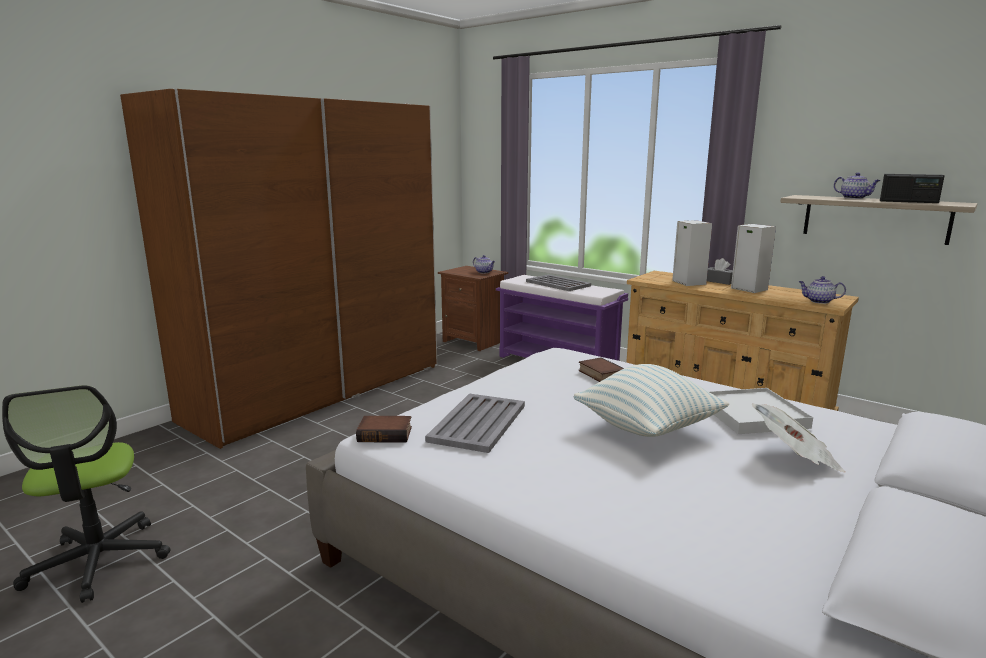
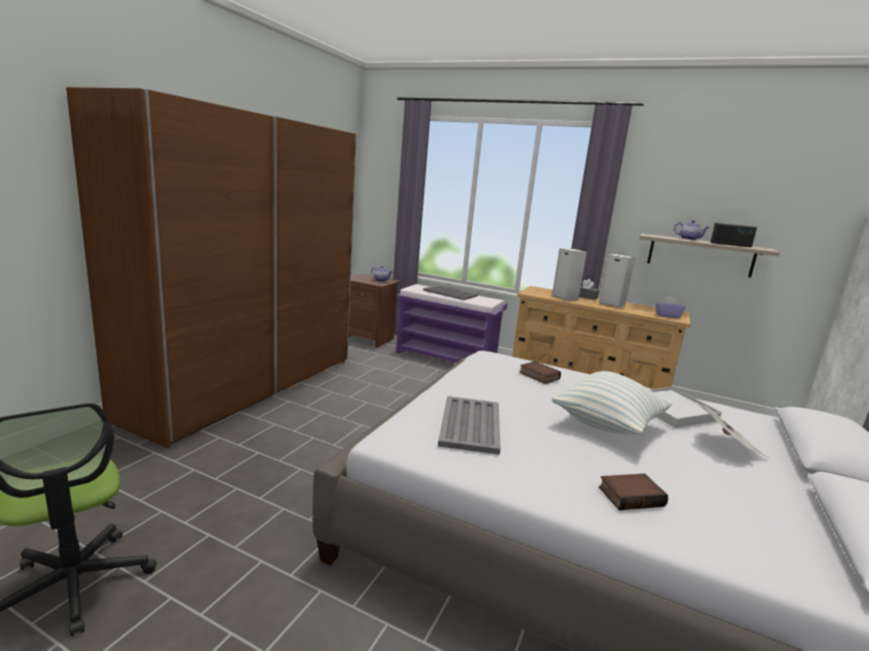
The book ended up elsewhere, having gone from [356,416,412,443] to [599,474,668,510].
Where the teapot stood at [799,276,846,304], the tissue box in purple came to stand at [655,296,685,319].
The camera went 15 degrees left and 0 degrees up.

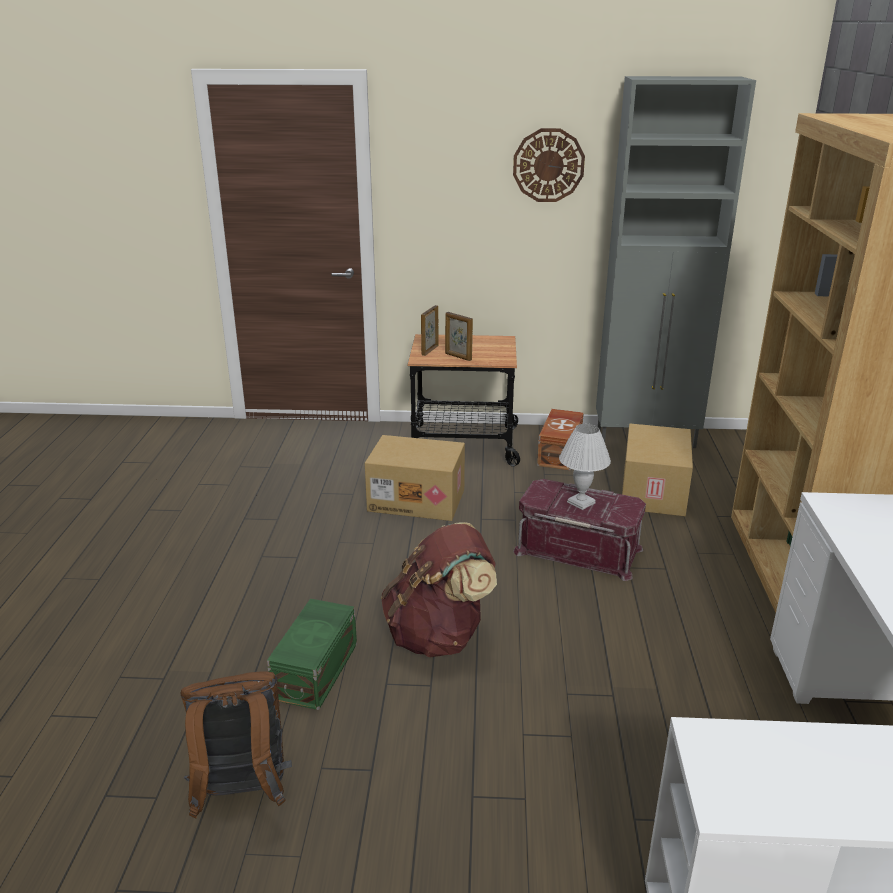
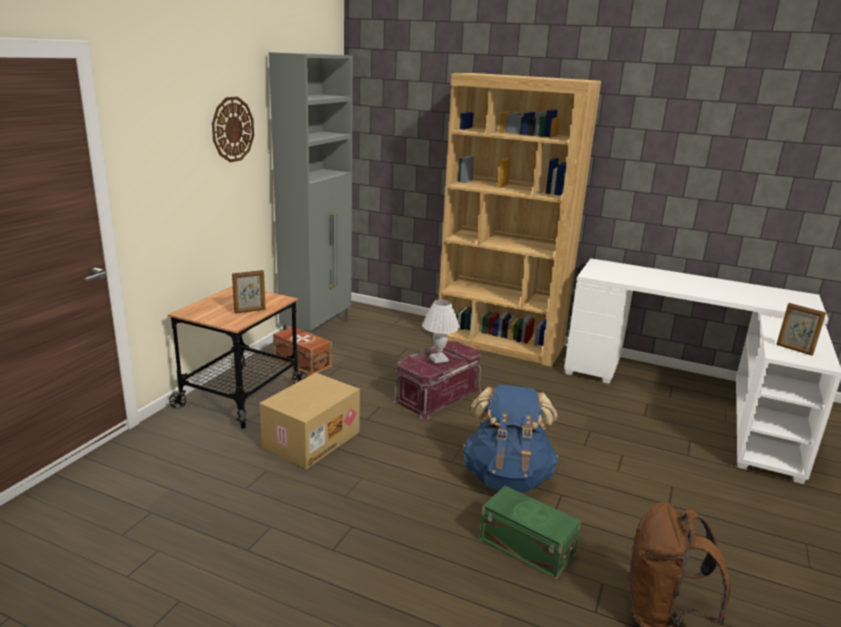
What was the backpack in brown at [381,522,497,657] turned into the backpack in blue at [462,385,559,493].
The picture frame ended up elsewhere, having gone from [421,305,439,356] to [776,303,826,355].
The second view lost the cardboard box at [622,424,693,516].
The camera went 70 degrees left and 5 degrees down.

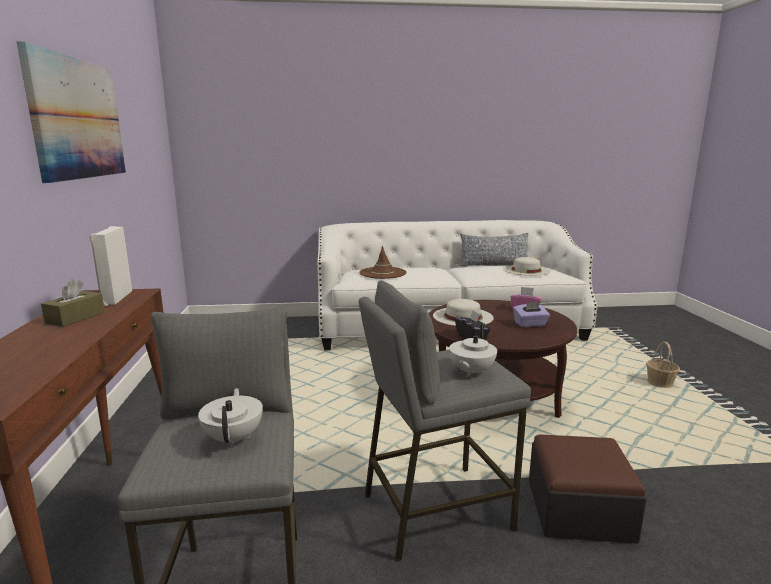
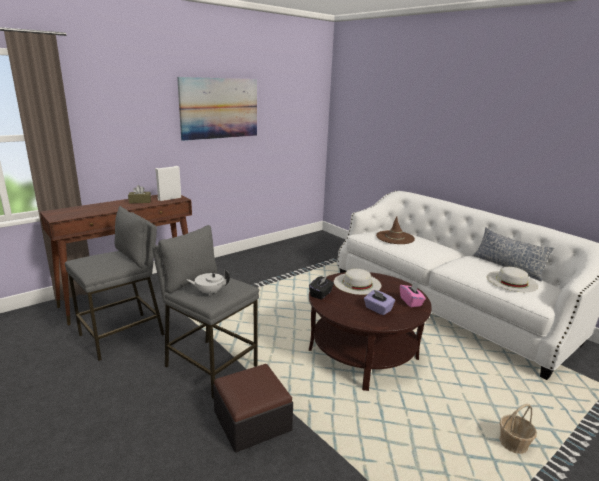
The second view lost the teapot in white at [198,388,263,447].
The camera went 55 degrees right and 5 degrees up.

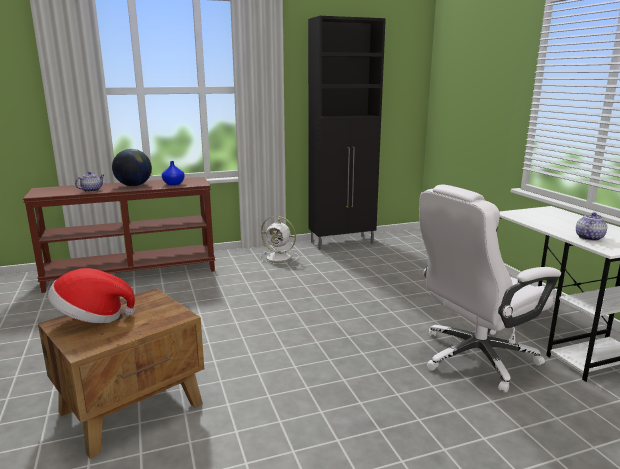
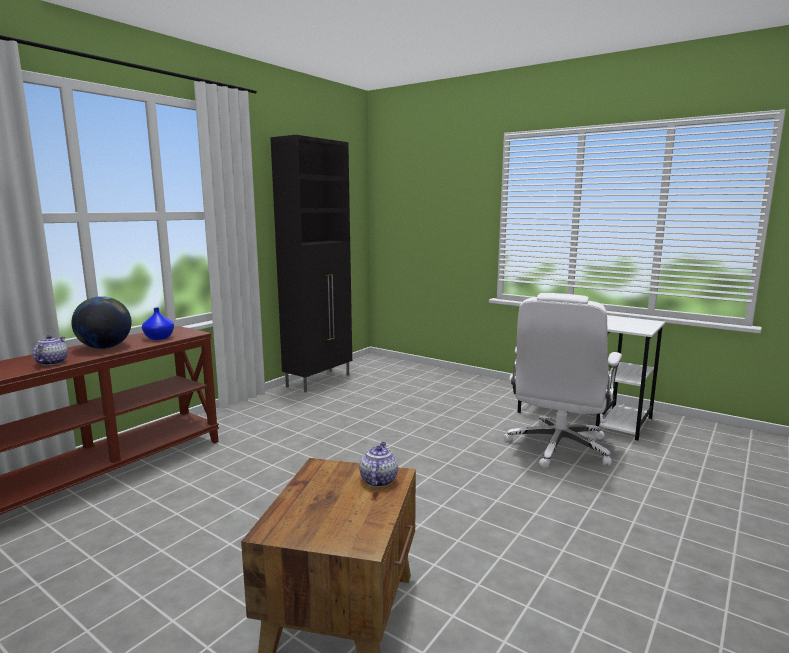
The second view lost the hat at [48,268,135,323].
The second view lost the fan in white at [260,216,298,264].
The teapot ended up elsewhere, having gone from [576,212,607,241] to [359,442,398,487].
The camera went 35 degrees left and 5 degrees down.

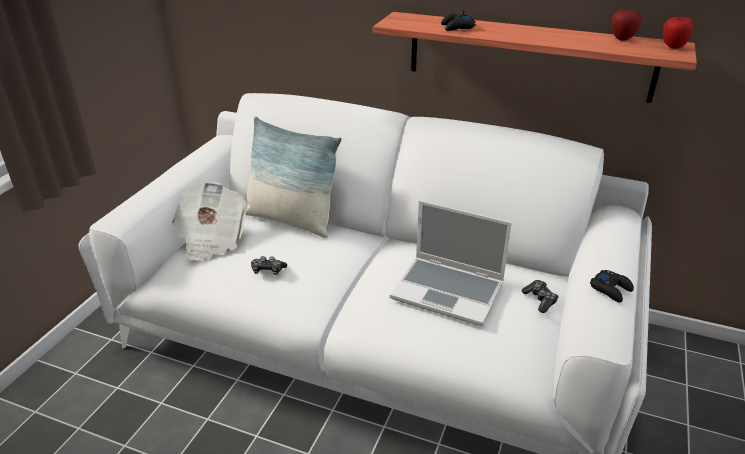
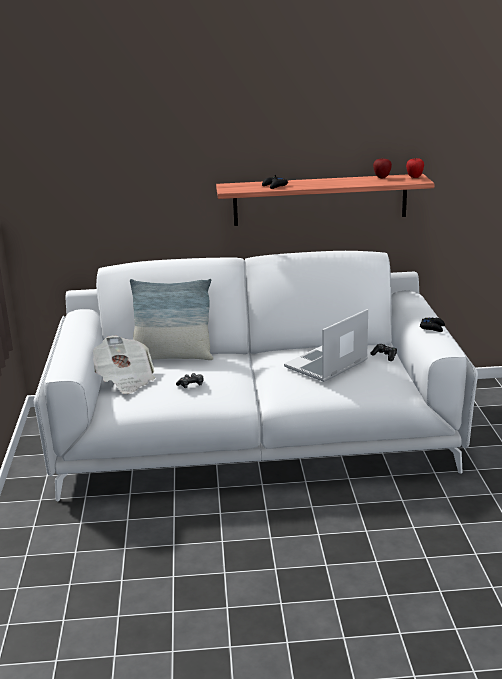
The laptop at [390,201,512,326] ended up facing another way, 135 degrees clockwise from before.
The camera went 25 degrees left and 10 degrees down.

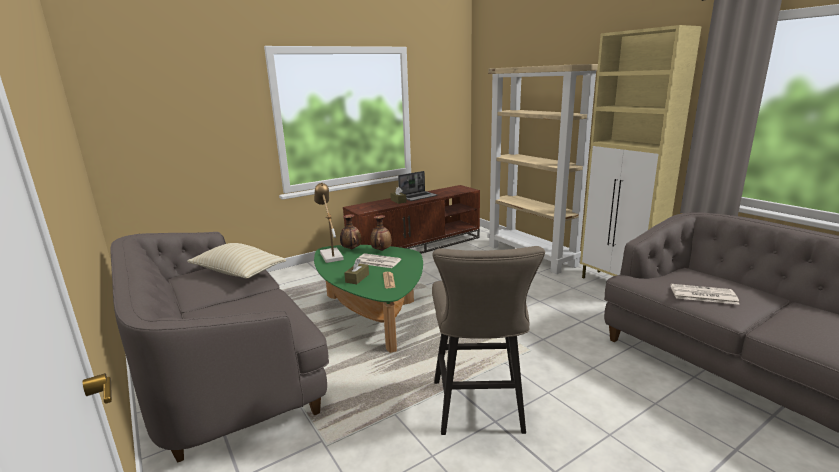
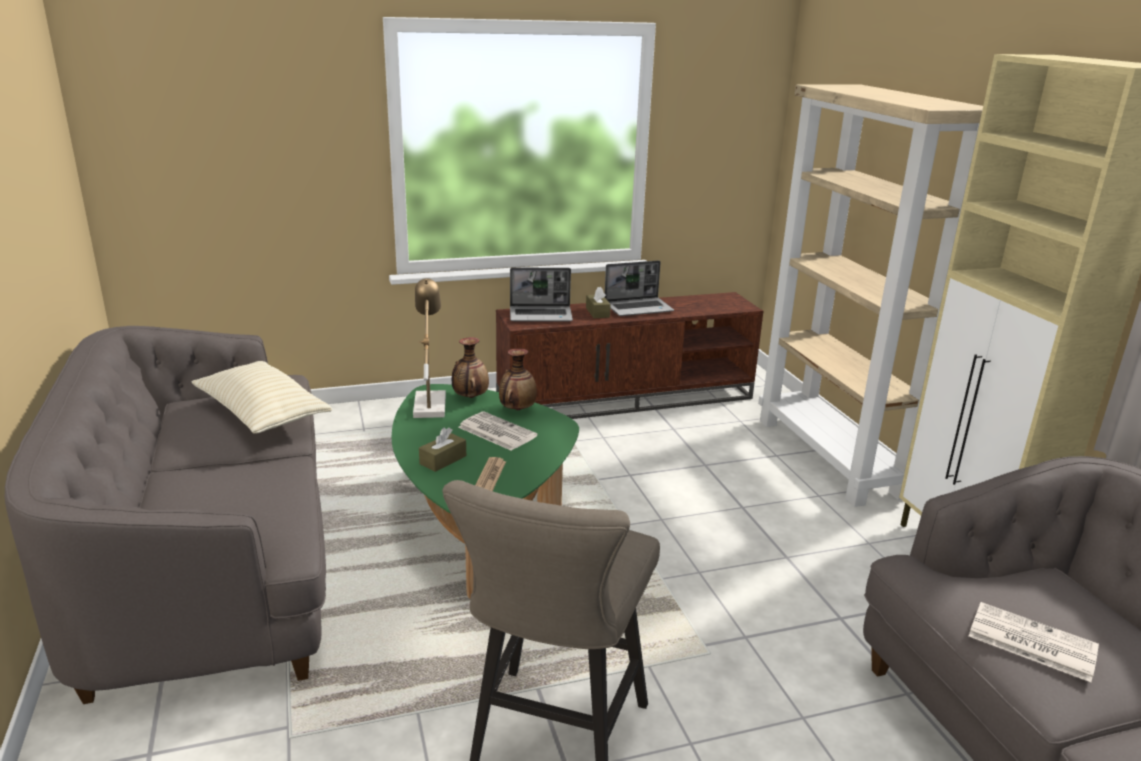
The second view gained the laptop at [510,267,573,322].
The camera went 15 degrees right and 5 degrees up.

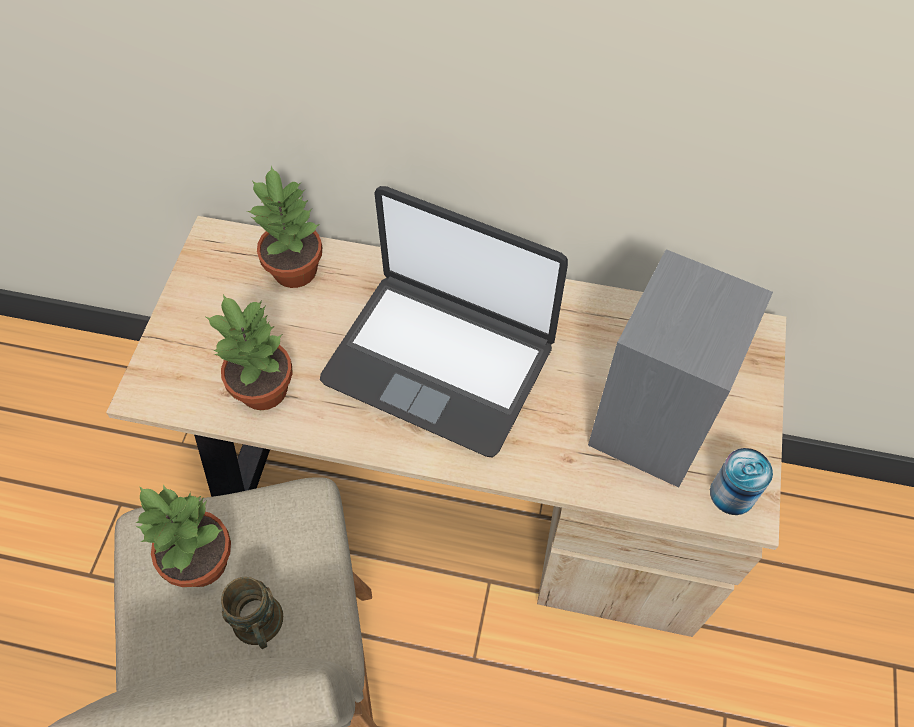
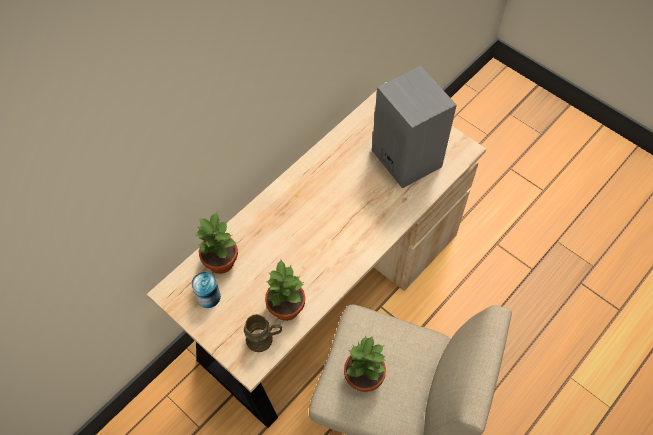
The mug in brown ended up elsewhere, having gone from [221,577,283,649] to [244,314,282,352].
The second view lost the laptop at [320,186,568,458].
The can ended up elsewhere, having gone from [710,448,773,515] to [191,272,221,308].
The camera went 60 degrees left and 0 degrees up.

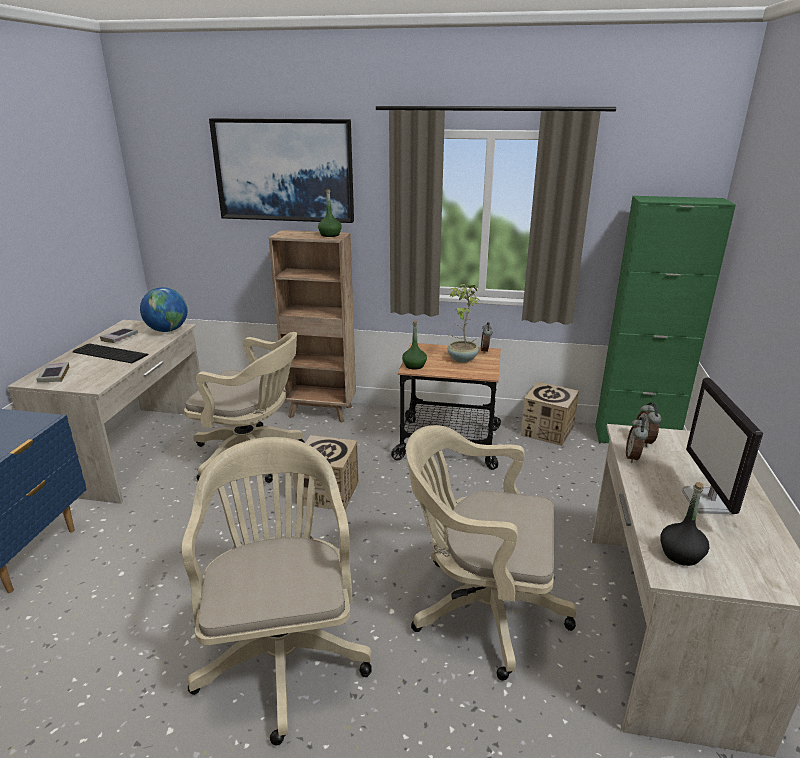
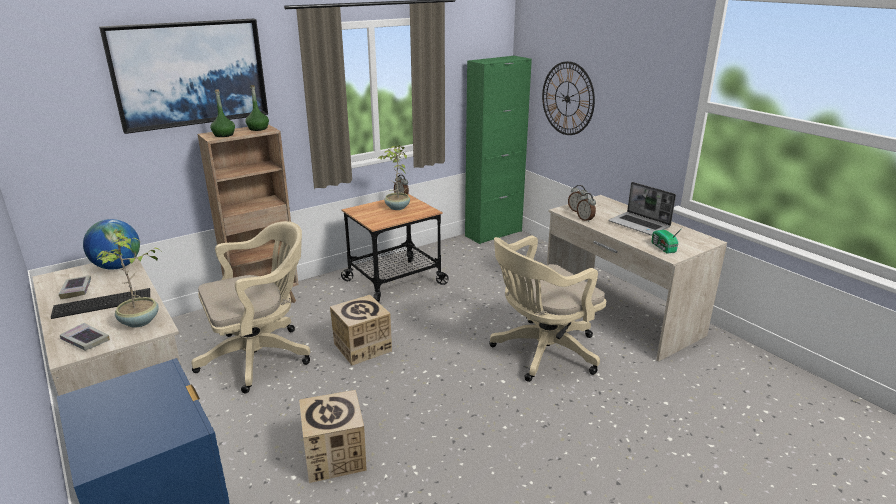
The second view lost the office chair in beige at [182,437,372,745].
The bottle in green ended up elsewhere, having gone from [402,321,427,370] to [210,89,235,137].
The cardboard box ended up elsewhere, having gone from [521,382,579,446] to [299,390,367,483].
Where the bottle in black stood at [660,482,709,566], the radio came to stand at [651,227,683,253].
Where the monitor stood at [682,378,763,515], the laptop came to stand at [609,182,676,235].
The second view gained the potted plant at [96,229,161,328].
The second view gained the wall clock at [542,61,595,135].
The camera went 45 degrees left and 0 degrees up.

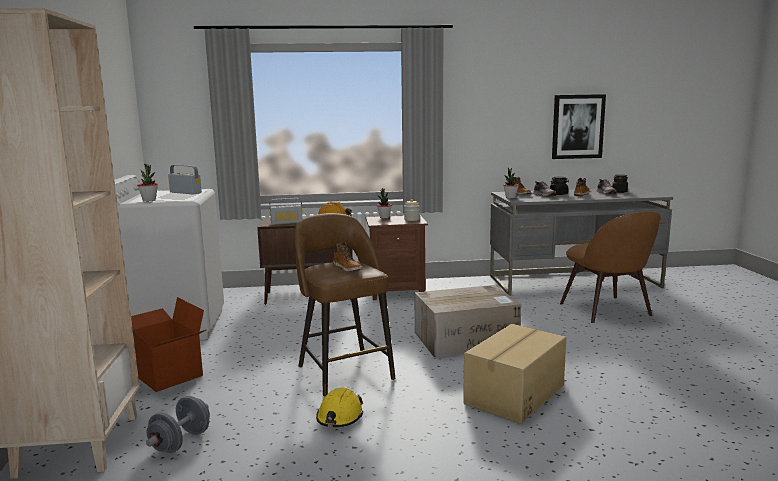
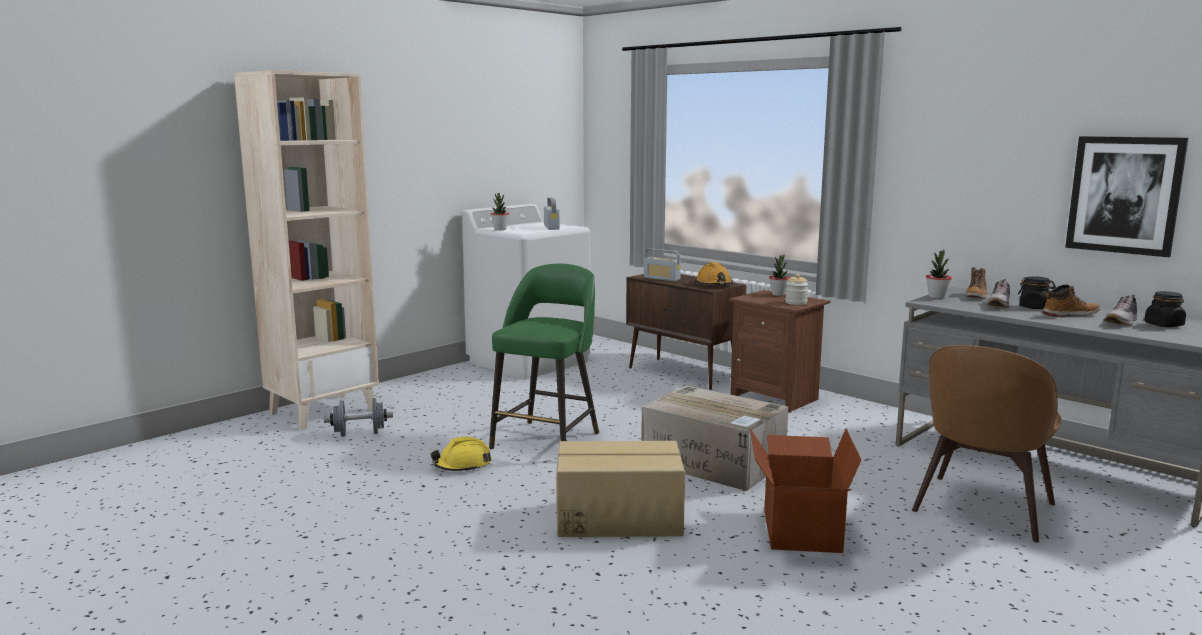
The cardboard box ended up elsewhere, having gone from [131,297,206,392] to [750,428,861,553].
What was the stool in brown at [295,213,395,397] turned into the stool in green at [489,264,599,449].
The second view lost the boot at [333,243,362,272].
The camera went 50 degrees right and 0 degrees up.

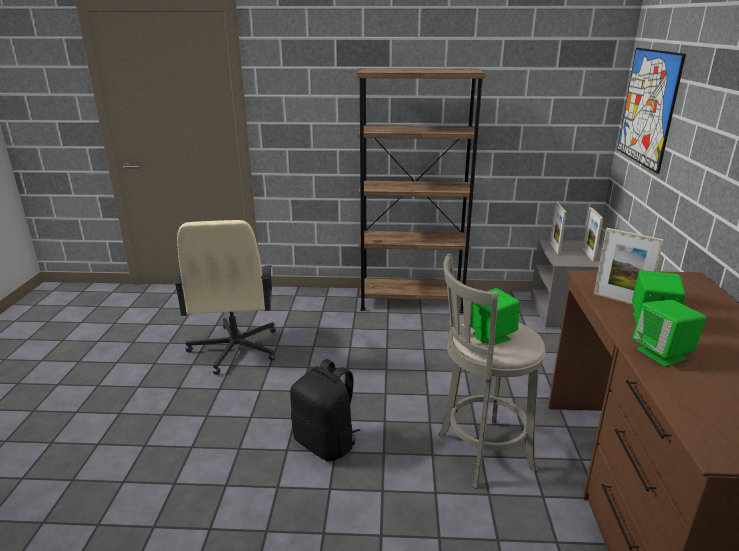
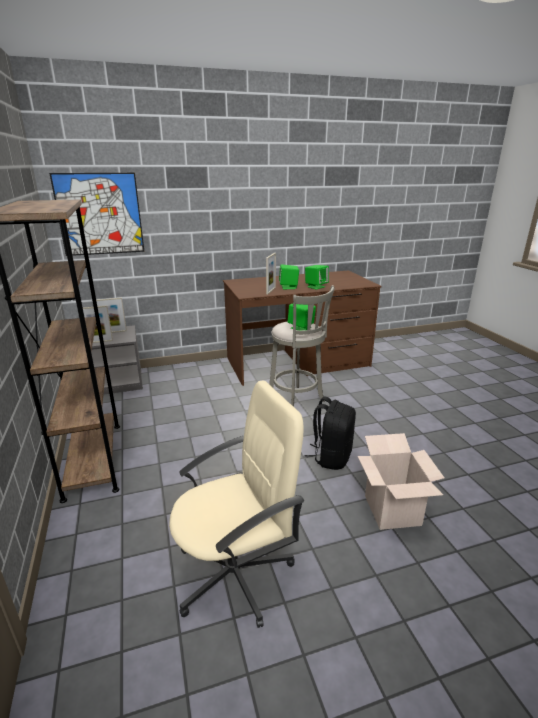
The second view gained the cardboard box at [358,433,444,530].
The camera went 110 degrees left and 0 degrees up.

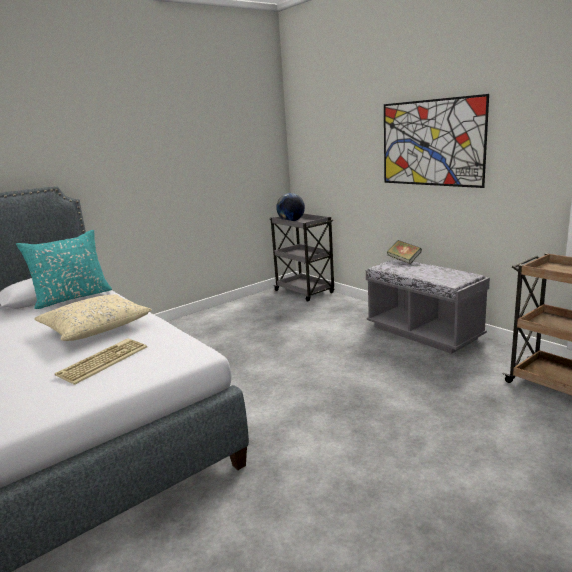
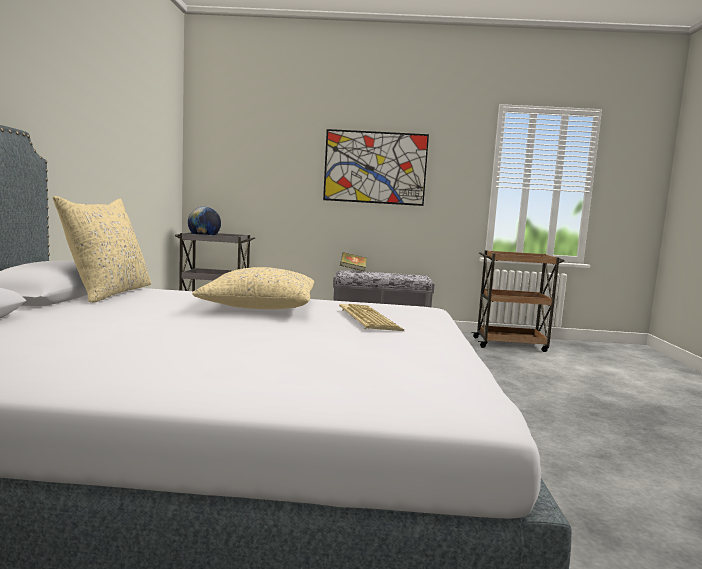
What was the pillow in turquoise at [16,230,112,309] turned into the pillow in beige at [53,196,151,303].
The camera went 50 degrees left and 10 degrees down.

